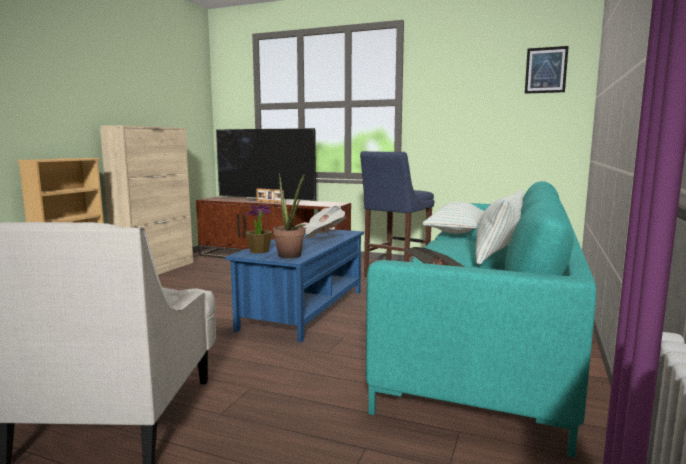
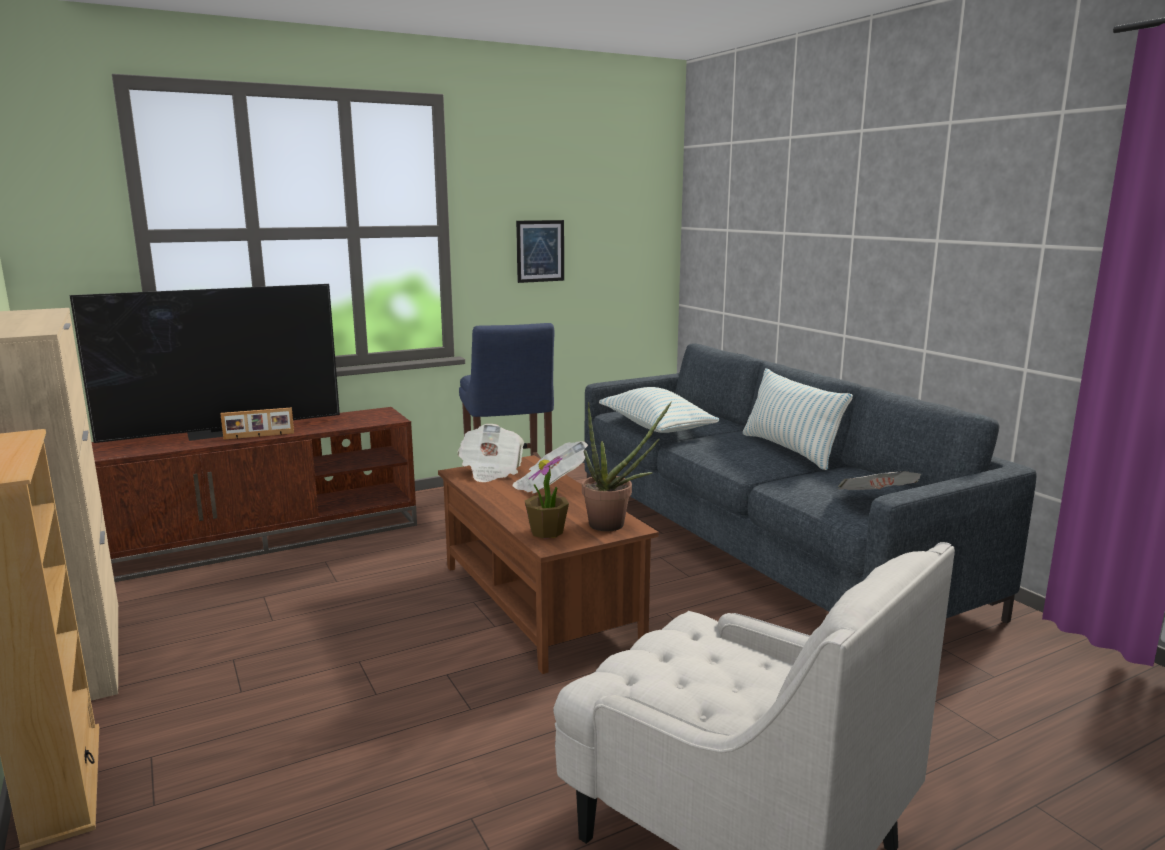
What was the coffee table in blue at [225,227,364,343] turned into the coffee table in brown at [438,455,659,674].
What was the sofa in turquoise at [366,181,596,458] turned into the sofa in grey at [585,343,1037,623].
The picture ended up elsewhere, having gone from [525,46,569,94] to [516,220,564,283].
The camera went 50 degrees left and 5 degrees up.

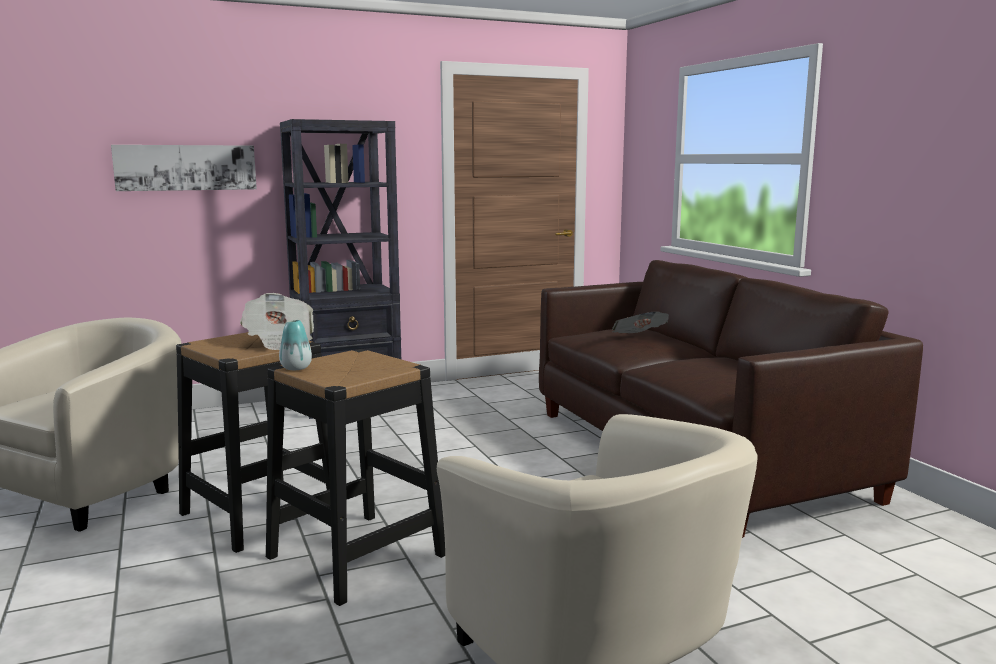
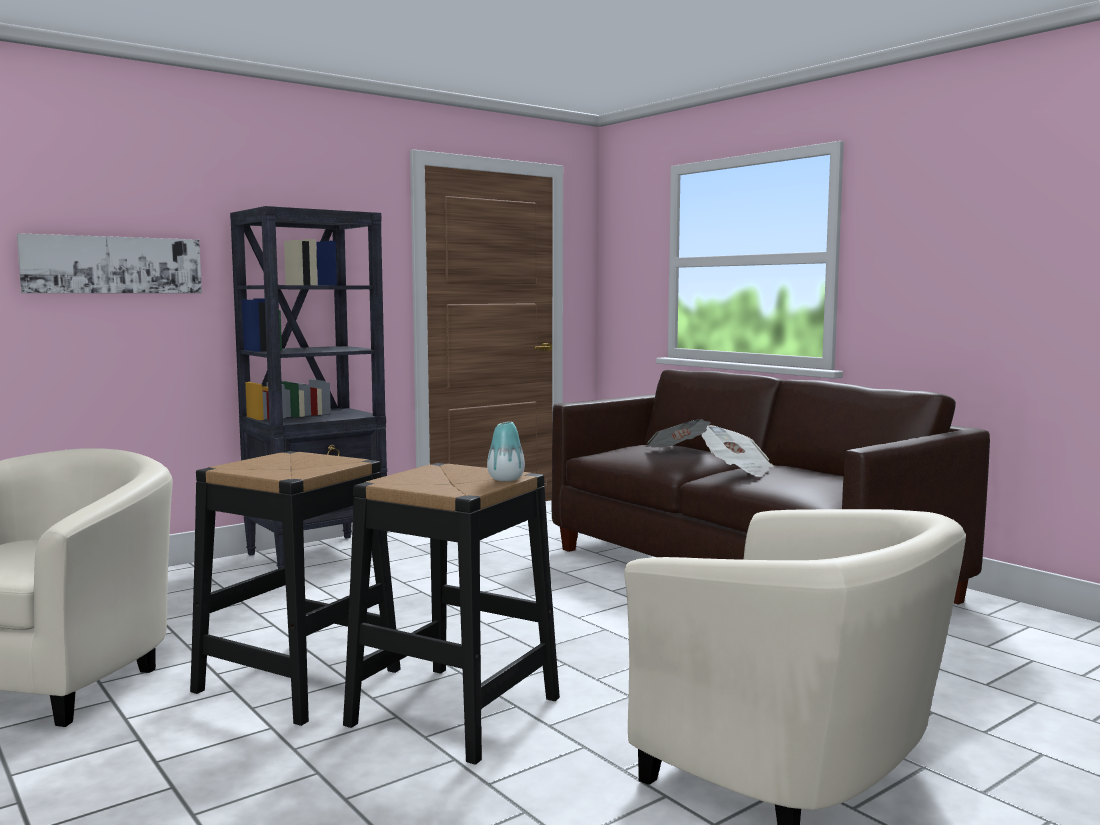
The newspaper ended up elsewhere, having gone from [240,293,314,350] to [702,425,774,477].
The vase ended up elsewhere, having gone from [279,320,312,370] to [487,422,525,481].
The camera went 15 degrees left and 5 degrees down.

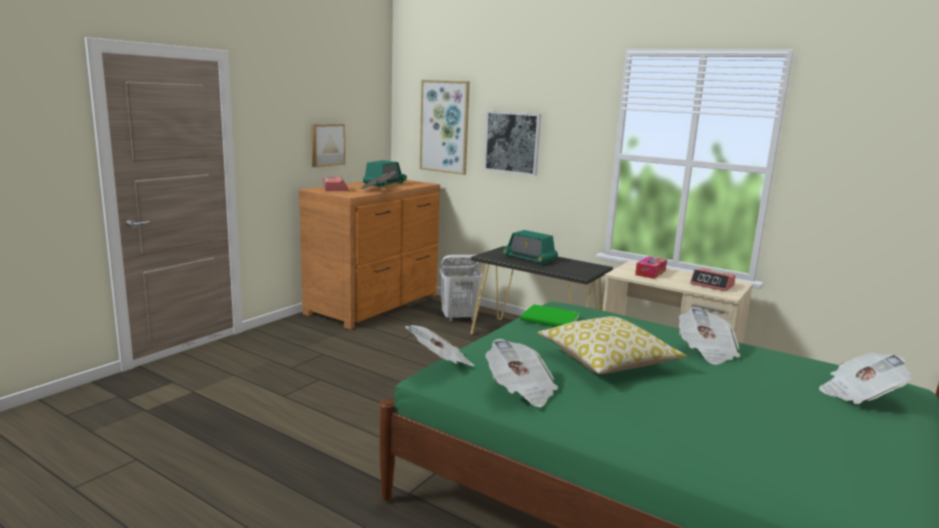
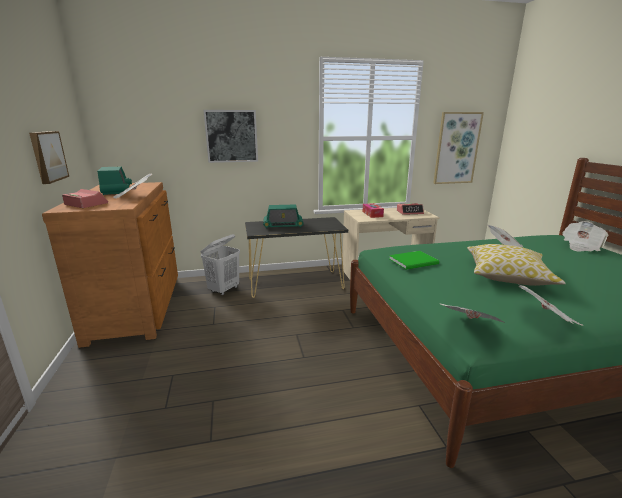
The picture ended up elsewhere, having gone from [420,80,470,175] to [433,112,484,184].
The camera went 45 degrees left and 5 degrees up.

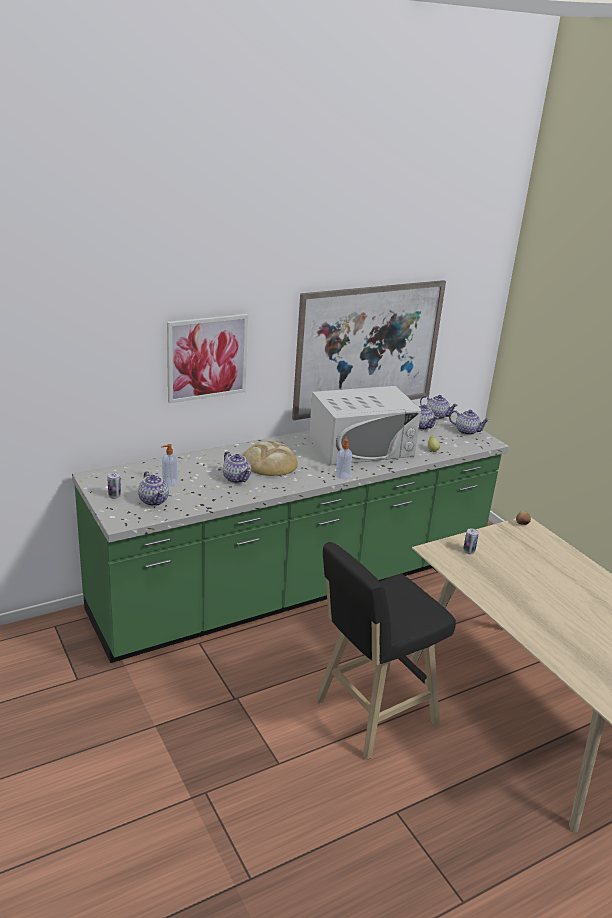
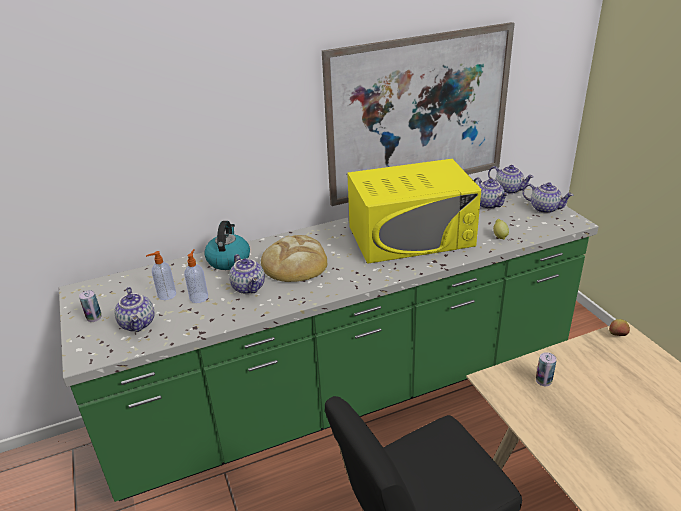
The second view lost the picture at [167,314,248,403].
What was the microwave in white at [309,386,421,465] turned into the microwave in yellow at [347,159,481,264].
The soap dispenser ended up elsewhere, having gone from [336,436,352,479] to [184,249,208,303].
The second view gained the kettle at [204,221,250,270].
The camera went 10 degrees right and 5 degrees up.

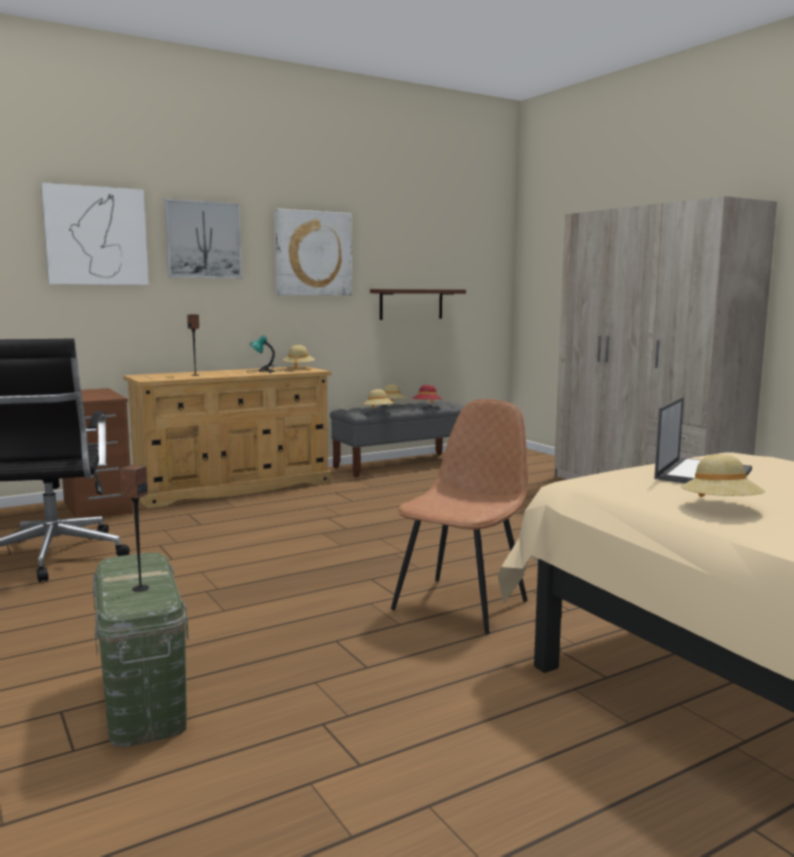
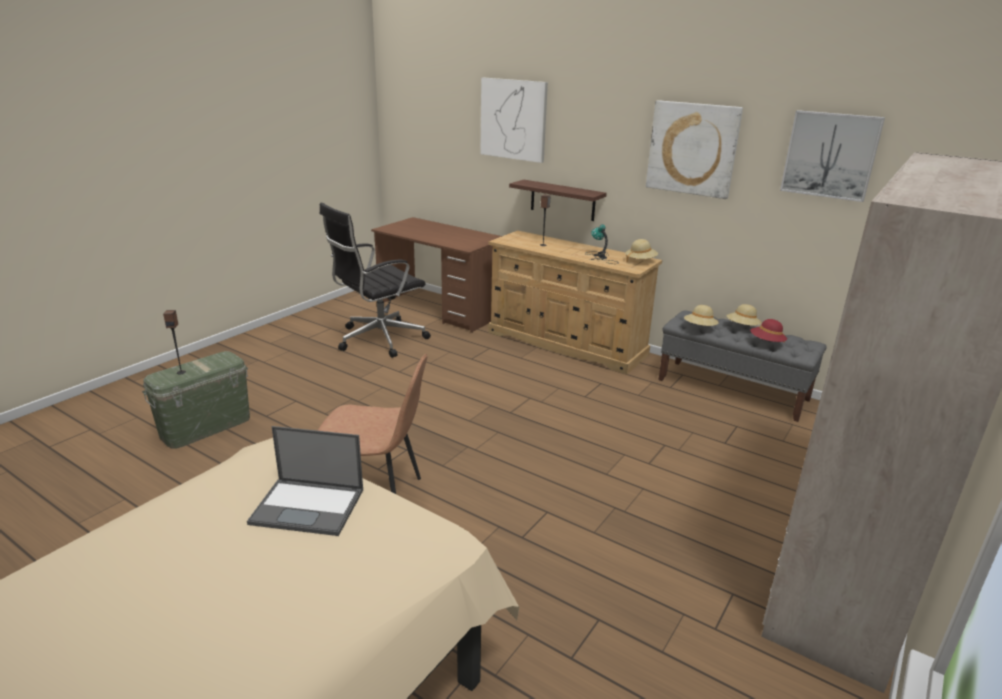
The picture ended up elsewhere, having gone from [164,199,242,278] to [780,110,885,202].
The shelf ended up elsewhere, having gone from [370,289,466,320] to [509,180,607,221].
The second view lost the hat in beige at [681,454,765,497].
The camera went 65 degrees right and 15 degrees up.

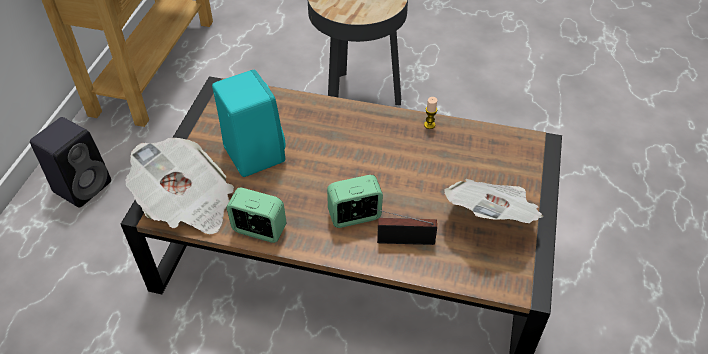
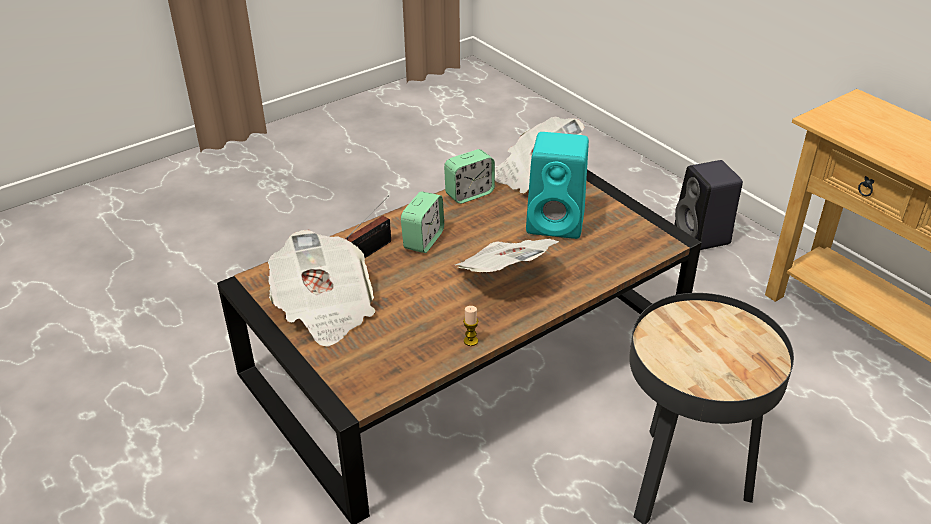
The second view gained the newspaper at [456,239,559,272].
The camera went 130 degrees right and 10 degrees down.

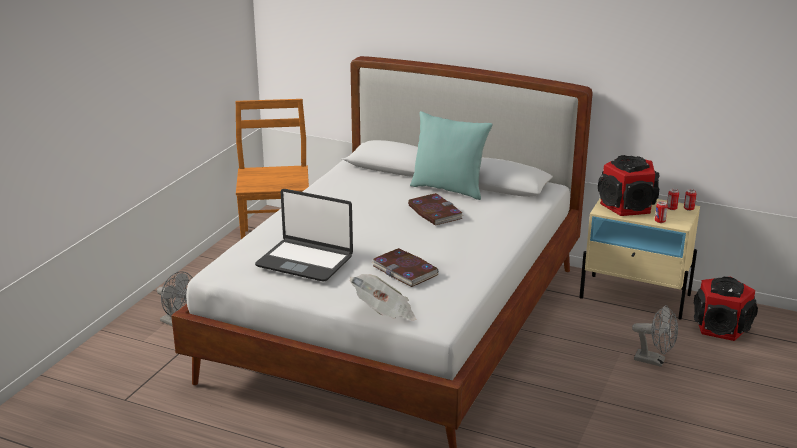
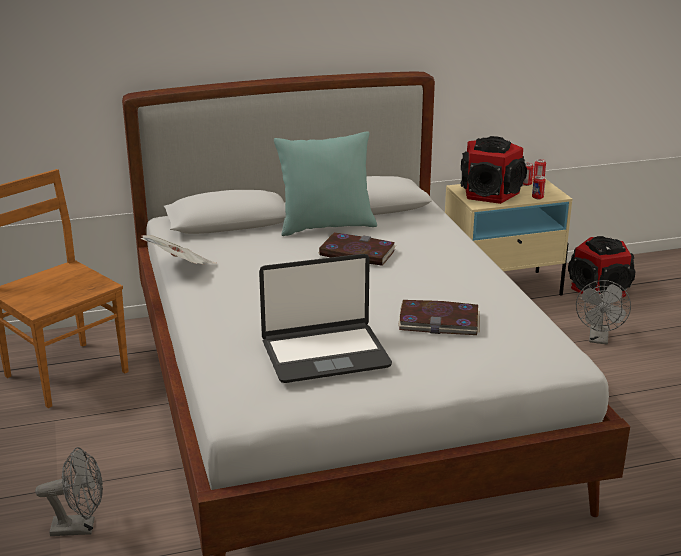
The newspaper ended up elsewhere, having gone from [350,274,416,320] to [140,235,217,265].
The fan in grey at [632,305,678,367] ended up facing another way, 120 degrees clockwise from before.
The camera went 40 degrees left and 0 degrees up.

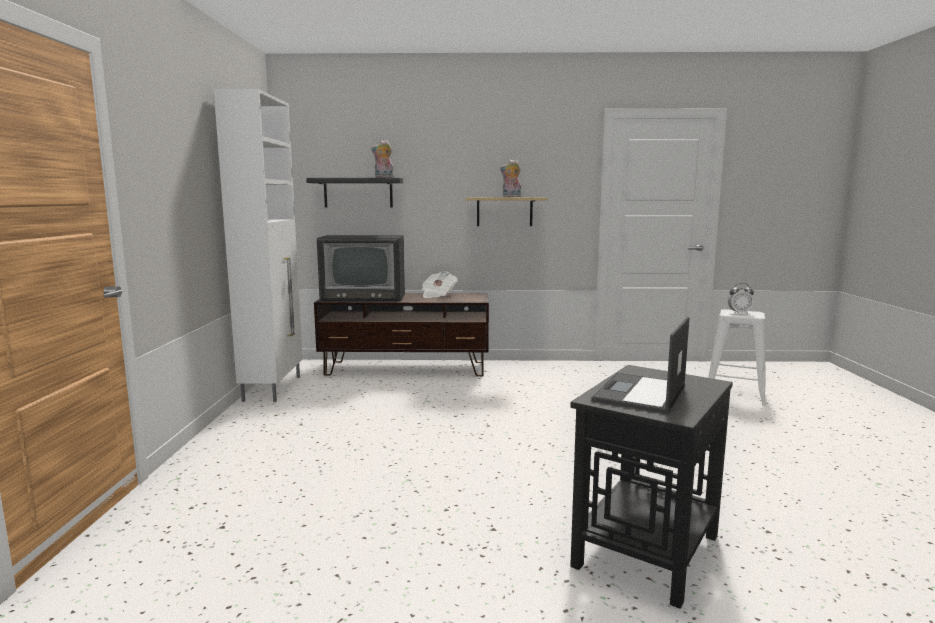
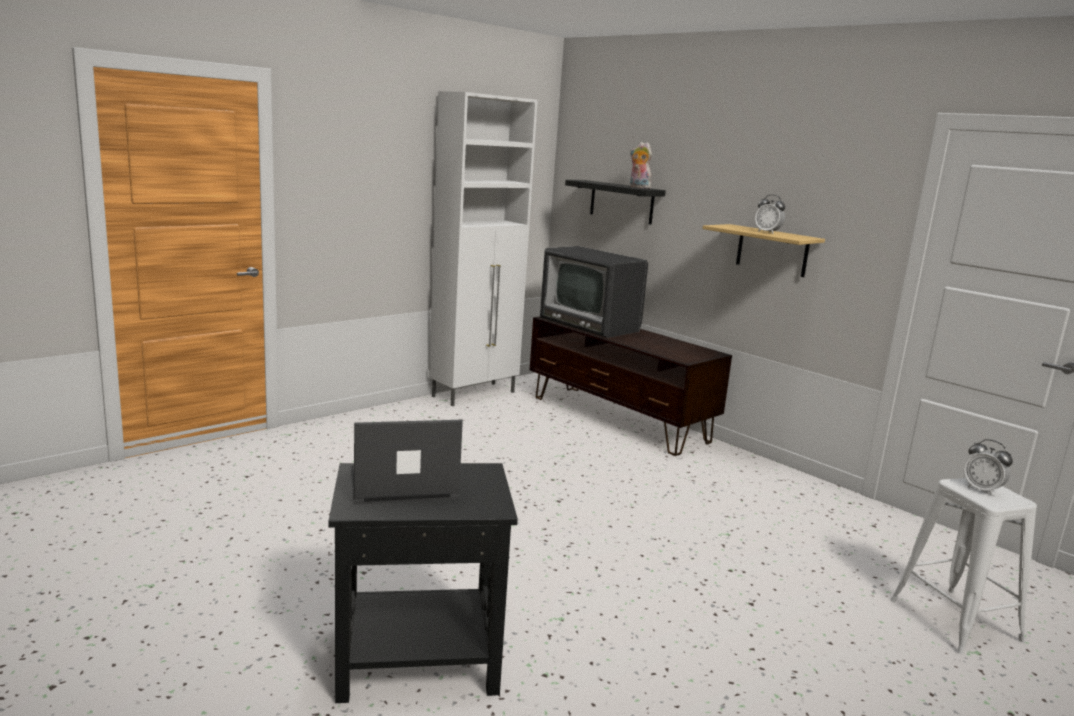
The second view lost the newspaper at [421,271,458,298].
Where the plush toy stood at [500,159,522,197], the alarm clock came to stand at [755,195,785,234].
The camera went 45 degrees right and 5 degrees up.

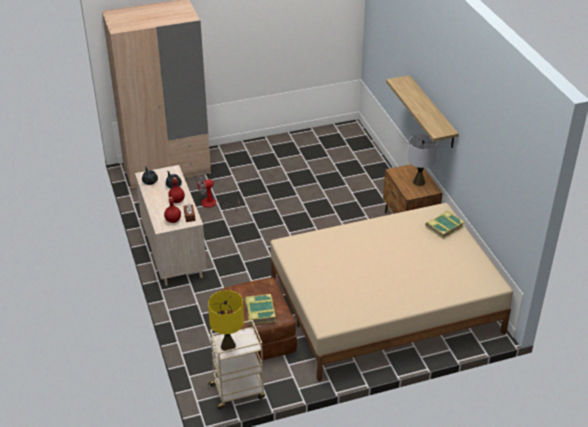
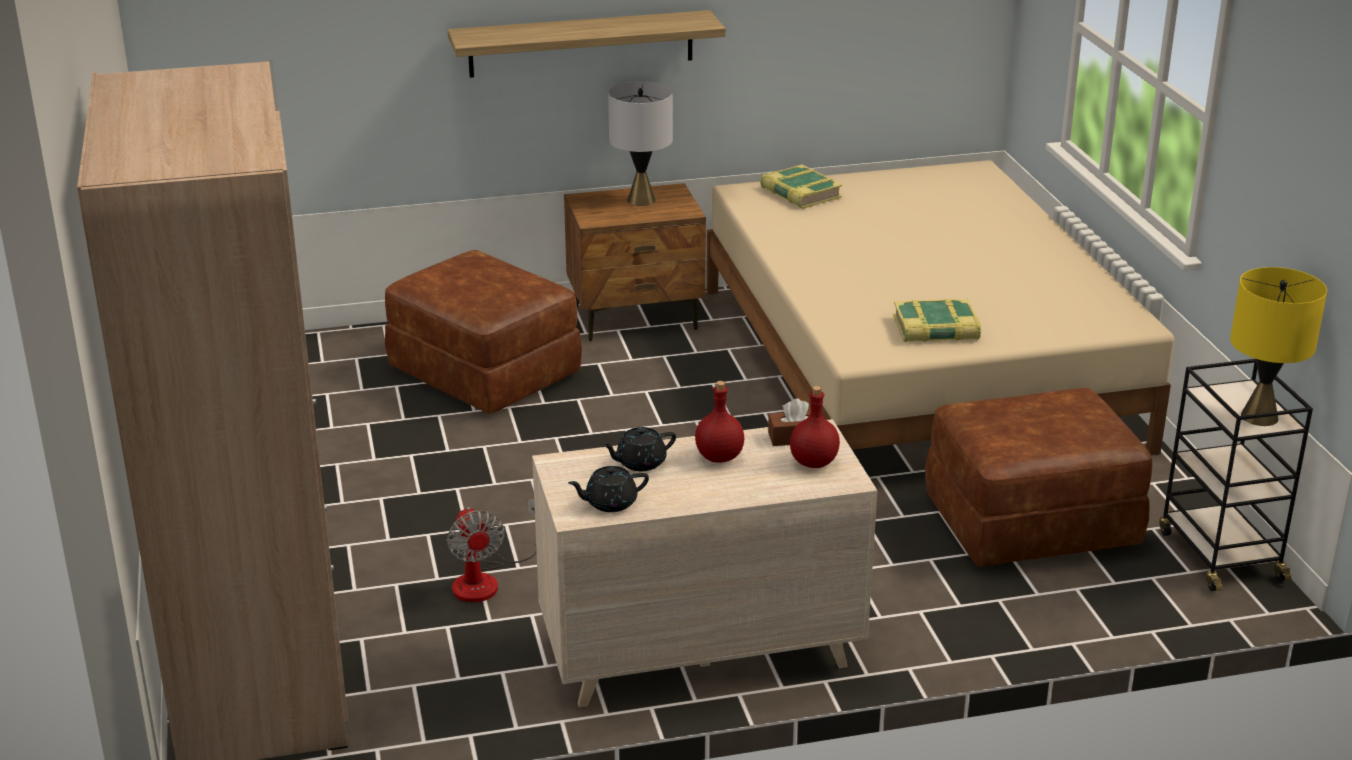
What was the cart in beige at [208,320,265,410] turned into the cart in black at [1159,359,1313,591].
The book ended up elsewhere, having gone from [244,294,276,325] to [893,299,981,342].
The second view gained the ottoman in brown at [385,250,582,414].
The camera went 85 degrees left and 10 degrees down.

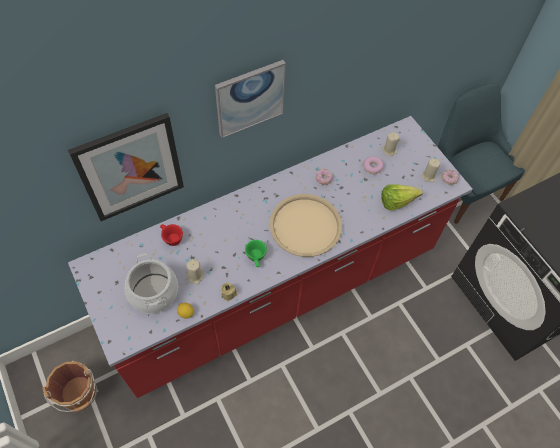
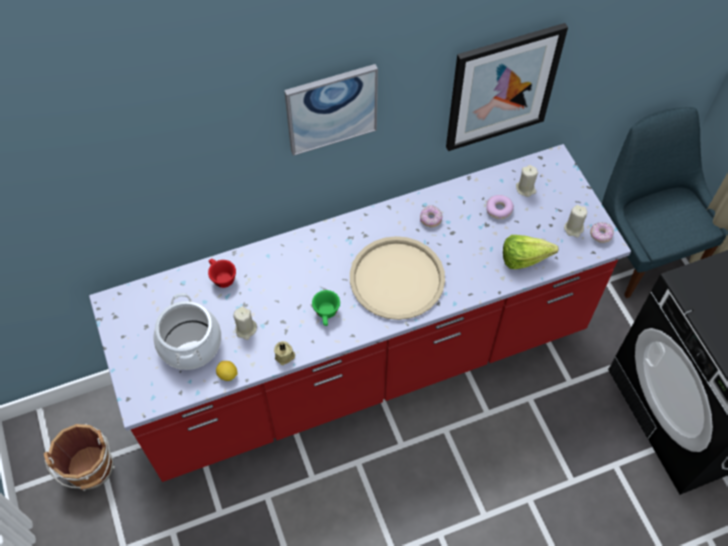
The picture ended up elsewhere, having gone from [68,113,184,221] to [446,23,568,151].
The camera went 10 degrees right and 0 degrees up.

